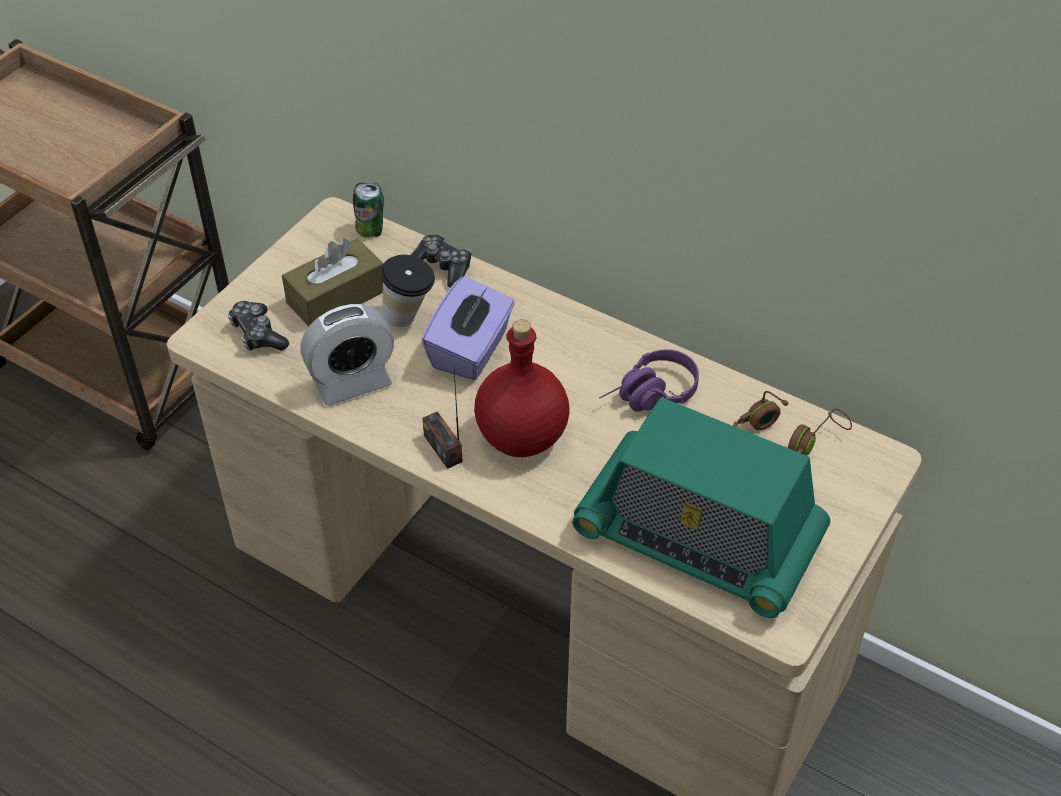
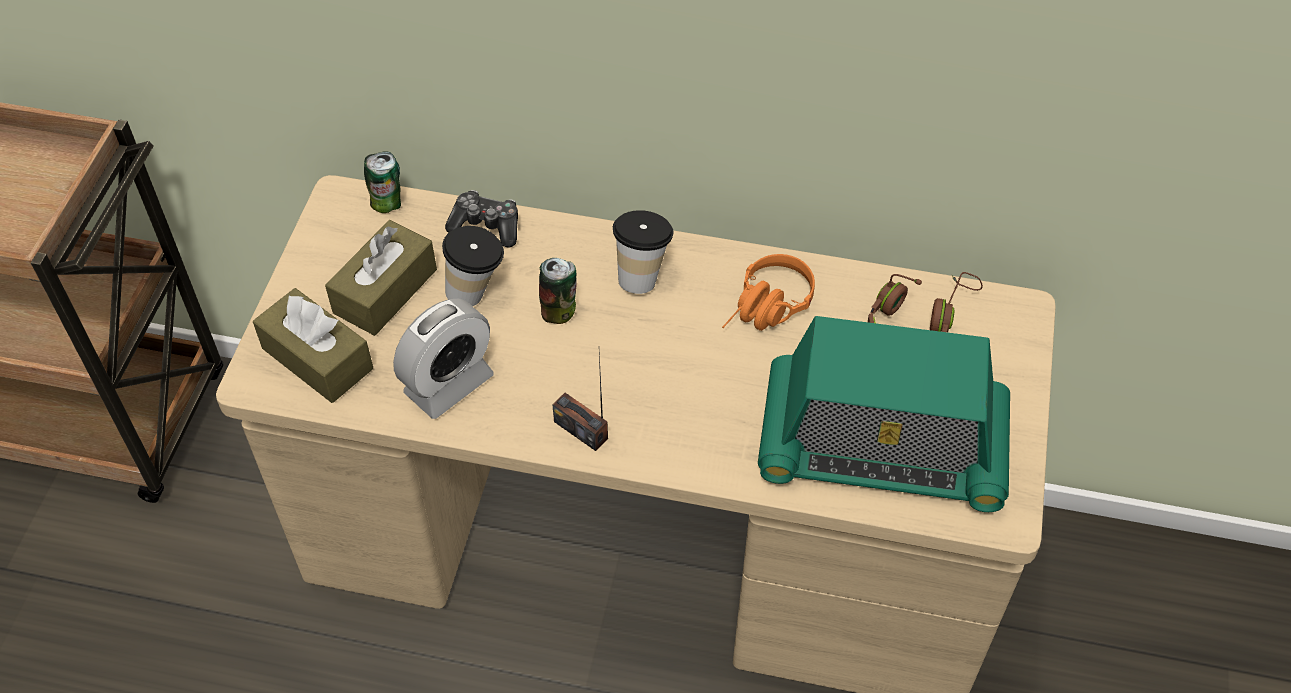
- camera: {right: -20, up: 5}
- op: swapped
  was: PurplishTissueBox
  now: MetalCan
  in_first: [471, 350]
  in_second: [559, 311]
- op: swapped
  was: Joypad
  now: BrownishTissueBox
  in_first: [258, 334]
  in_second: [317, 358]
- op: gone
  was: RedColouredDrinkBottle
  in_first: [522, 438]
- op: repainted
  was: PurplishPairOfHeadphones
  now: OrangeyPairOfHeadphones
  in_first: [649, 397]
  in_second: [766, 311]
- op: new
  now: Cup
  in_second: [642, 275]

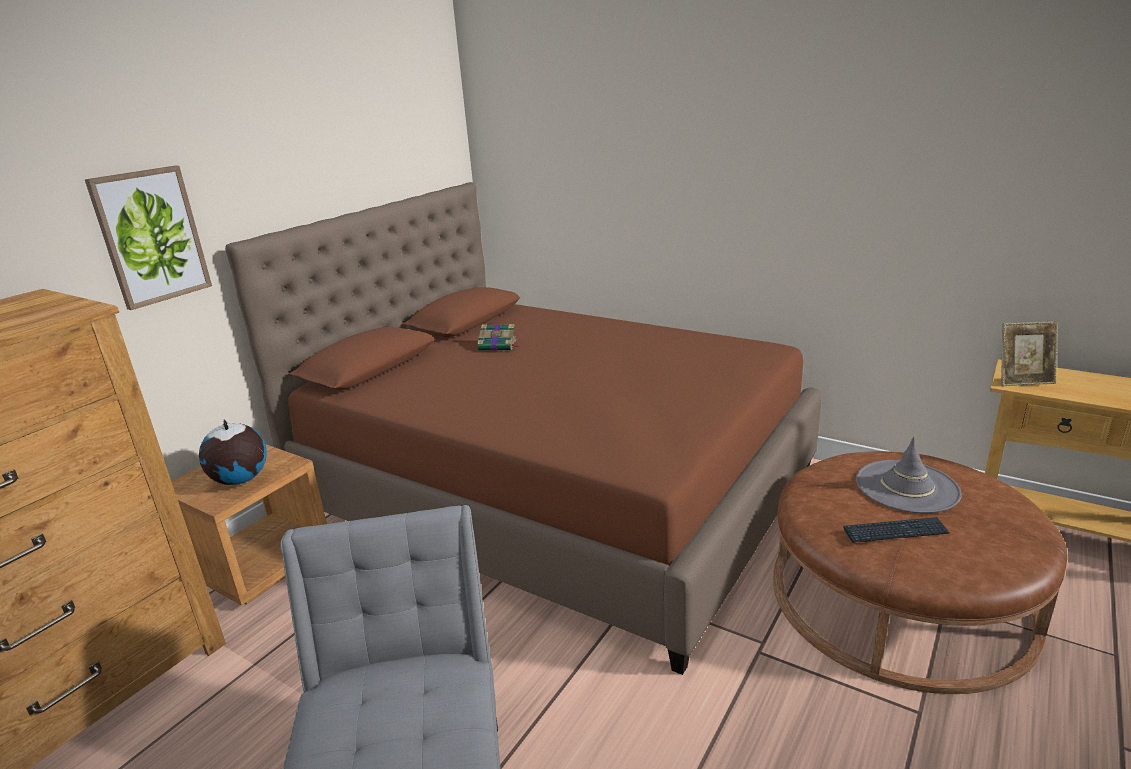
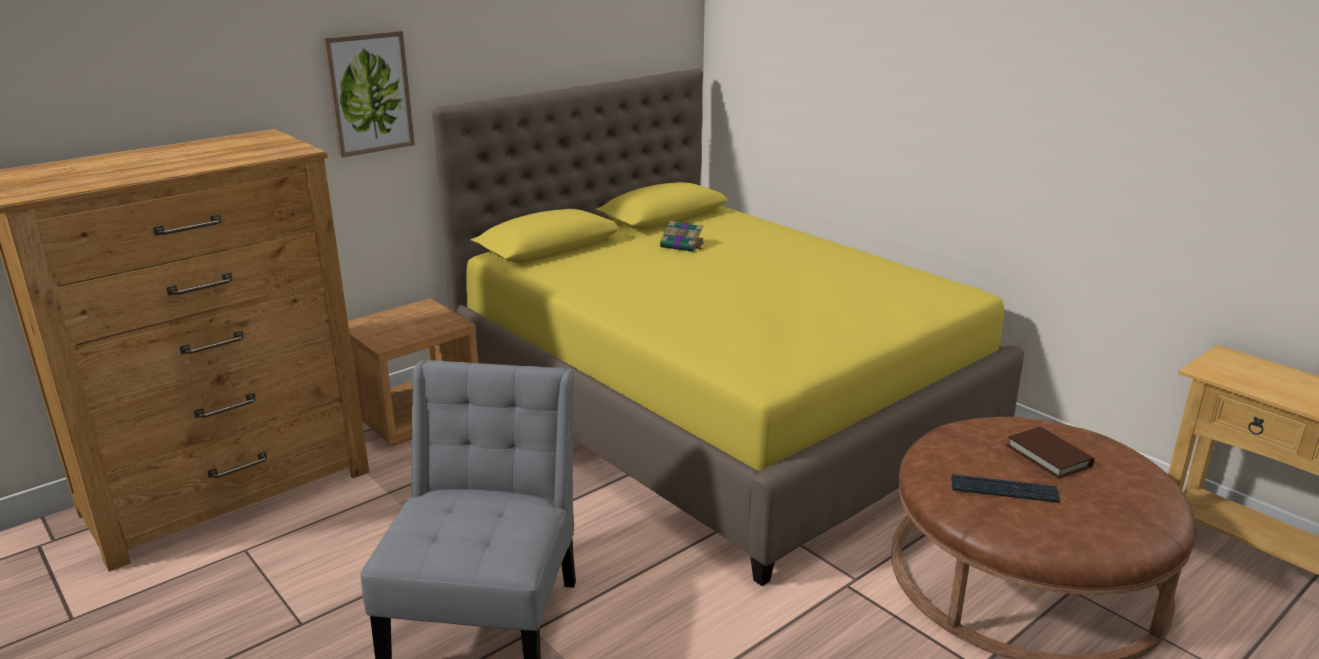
- camera: {right: 15, up: 0}
- op: repainted
  was: BrownishBedroomBed
  now: YellowBedroomBed
  in_first: [556, 490]
  in_second: [717, 407]
- op: gone
  was: PictureFrame
  in_first: [1023, 381]
- op: gone
  was: DeskGlobe
  in_first: [240, 480]
- op: swapped
  was: GreyishClothingHat
  now: BrownishVolume
  in_first: [907, 487]
  in_second: [1048, 456]

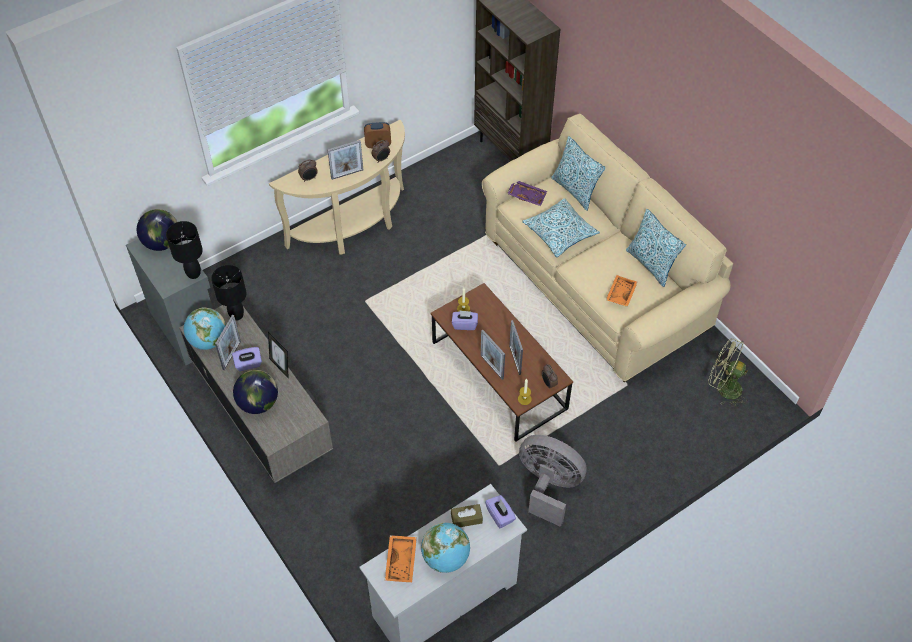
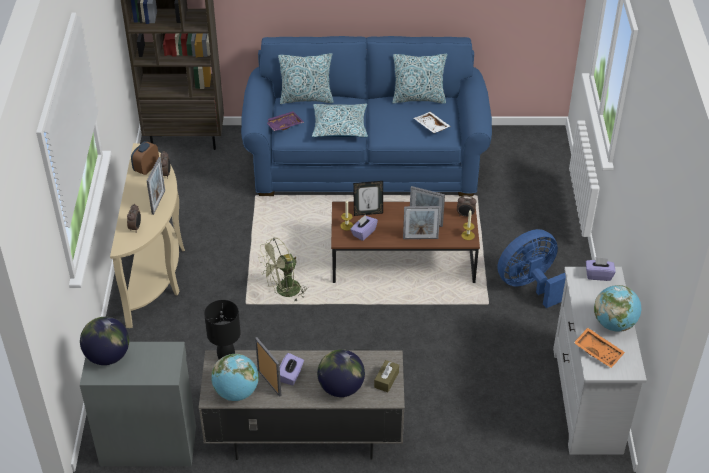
- camera: {right: -55, up: -10}
- op: repainted
  was: BeigeSofa
  now: BluishSofa
  in_first: [595, 282]
  in_second: [366, 162]
- op: gone
  was: BlackishLampForATable
  in_first: [194, 274]
- op: repainted
  was: OrangeyServingTray
  now: WhiteColouredServingTray
  in_first: [620, 294]
  in_second: [431, 126]
- op: shifted
  was: PictureFrame
  in_first: [281, 367]
  in_second: [368, 213]
- op: shifted
  was: GreenFan
  in_first: [723, 388]
  in_second: [283, 291]
- op: repainted
  was: GreyishFan
  now: BluishFan
  in_first: [548, 486]
  in_second: [531, 286]
- op: shifted
  was: BrownishTissueBox
  in_first: [466, 519]
  in_second: [386, 380]

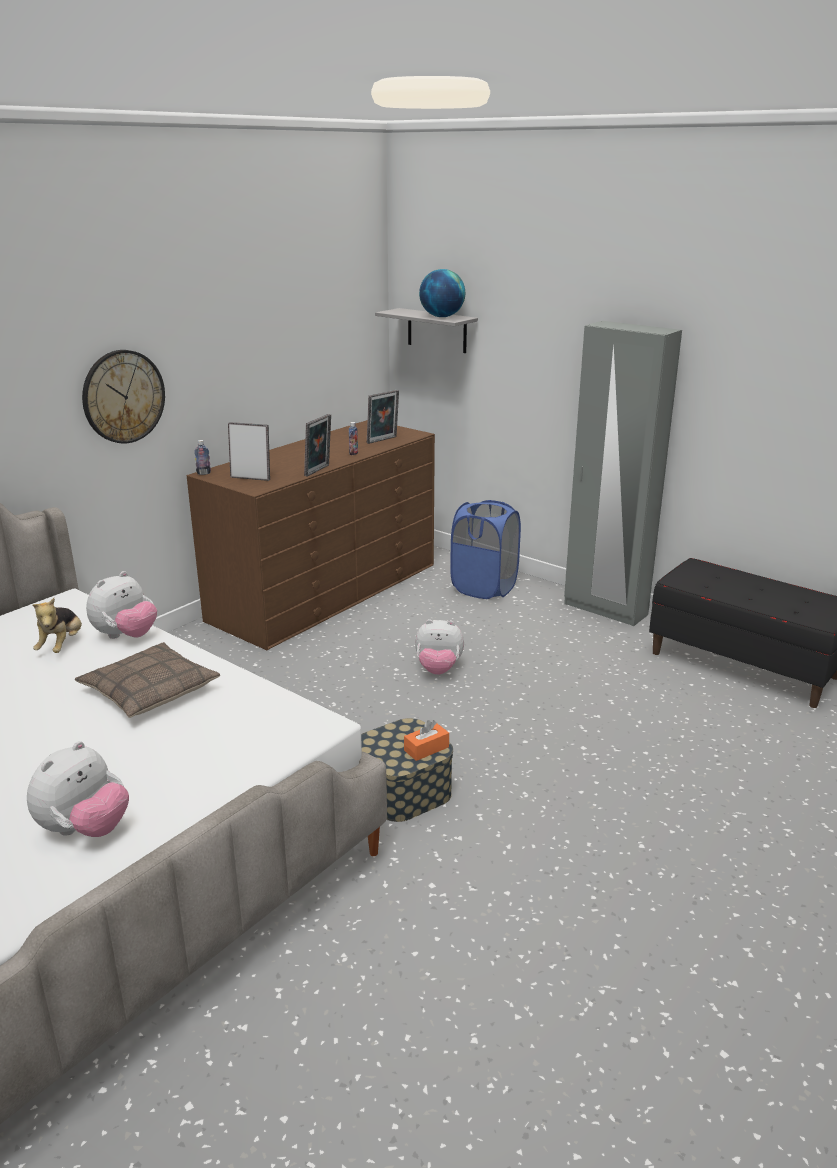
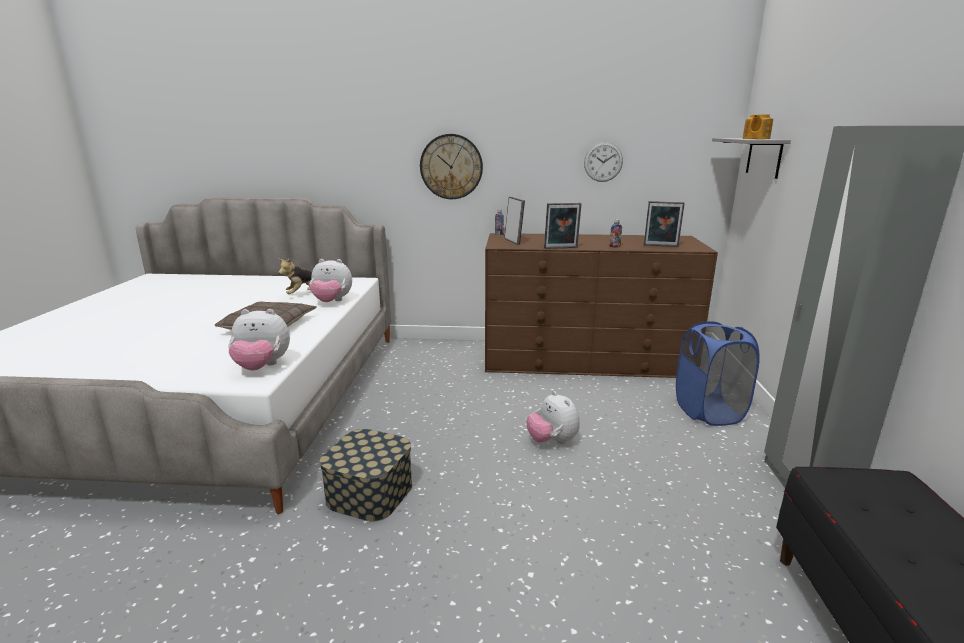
- camera: {right: 55, up: -5}
- op: swapped
  was: DeskGlobe
  now: PotForTea
  in_first: [441, 317]
  in_second: [755, 138]
- op: gone
  was: OrangeyTissueBox
  in_first: [426, 749]
- op: shifted
  was: PlushToy
  in_first: [85, 829]
  in_second: [262, 367]
- op: new
  now: WallClock
  in_second: [603, 162]

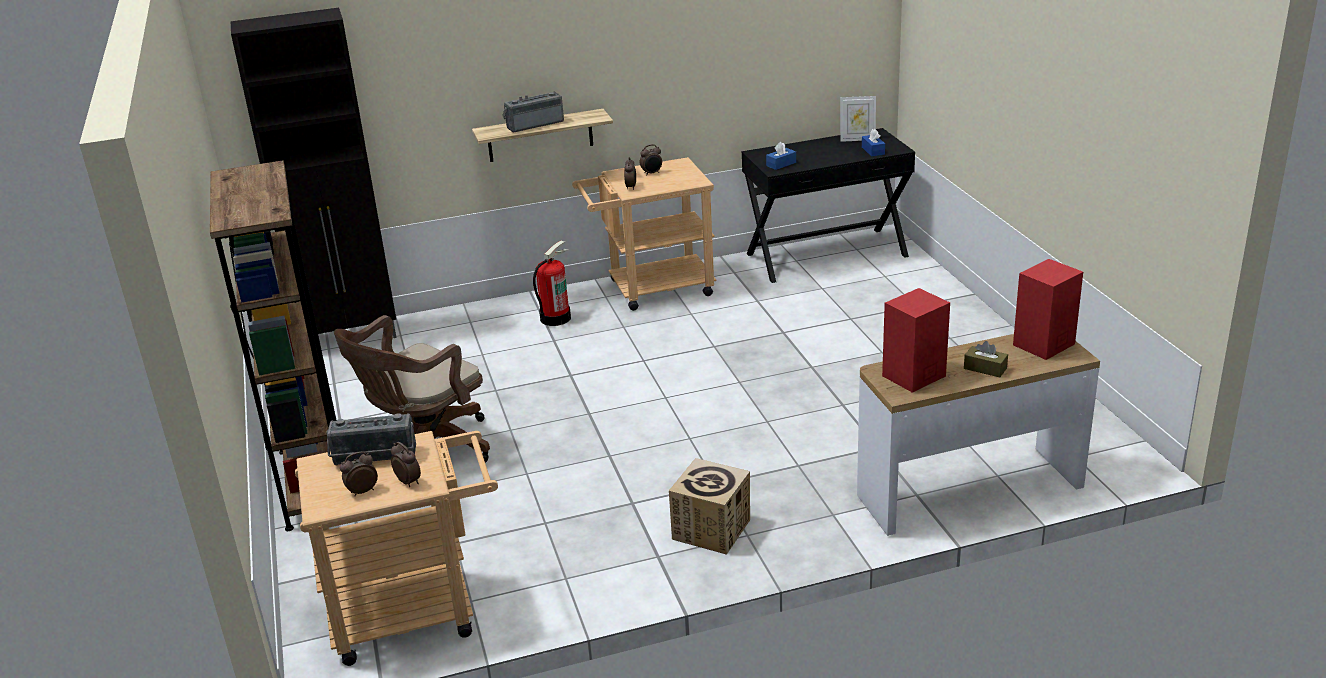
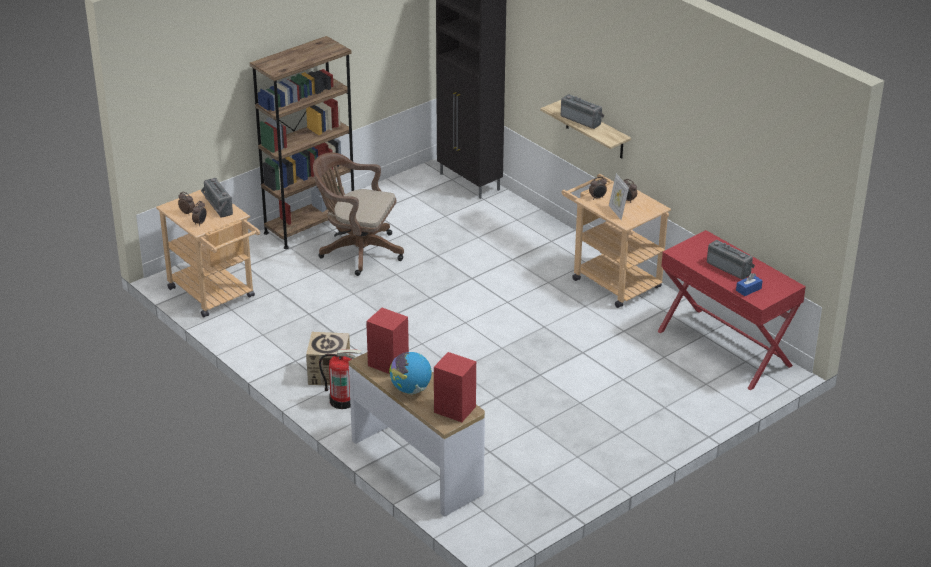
- camera: {right: 65, up: 5}
- op: shifted
  was: PictureFrame
  in_first: [857, 139]
  in_second: [617, 212]
- op: repainted
  was: BlackishHallTable
  now: RedColouredHallTable
  in_first: [826, 254]
  in_second: [724, 348]
- op: gone
  was: BluishTissueBox
  in_first: [781, 164]
- op: shifted
  was: FireFightingCylinder
  in_first: [555, 318]
  in_second: [343, 400]
- op: swapped
  was: BrownishTissueBox
  now: DeskGlobe
  in_first: [985, 368]
  in_second: [410, 389]
- op: new
  now: Radio
  in_second: [730, 268]

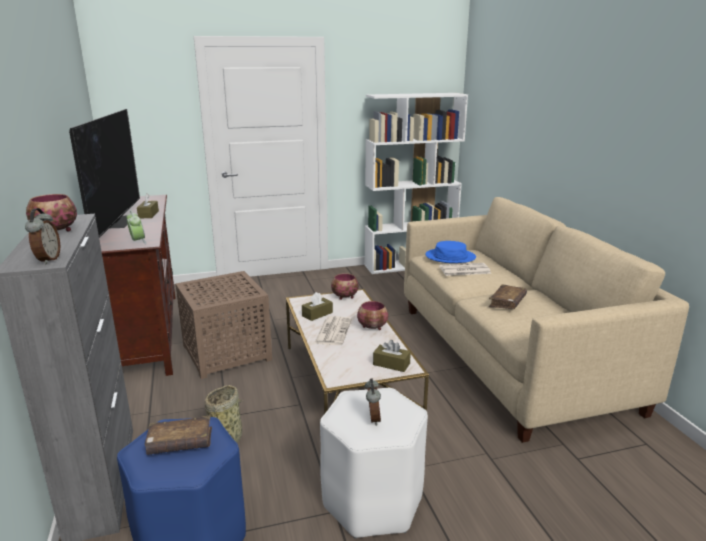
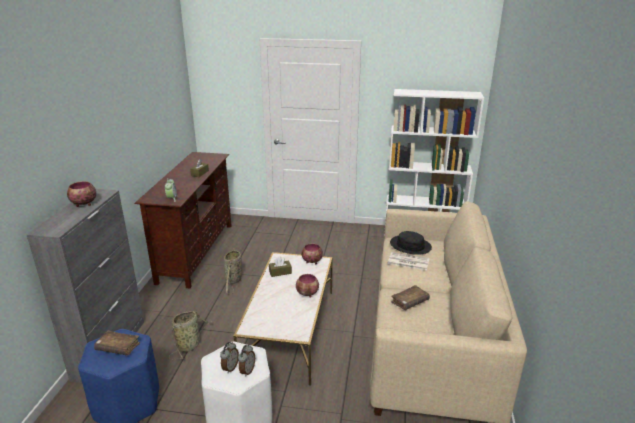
- camera: {right: 25, up: 5}
- op: gone
  was: Tv
  in_first: [118, 221]
- op: shifted
  was: BedsideClock
  in_first: [47, 260]
  in_second: [247, 371]
- op: repainted
  was: BluishClothingHat
  now: BlackishClothingHat
  in_first: [450, 257]
  in_second: [410, 245]
- op: swapped
  was: BrownishAccentTable
  now: StorageBasket
  in_first: [228, 353]
  in_second: [233, 281]
- op: gone
  was: Newspaper
  in_first: [333, 331]
- op: gone
  was: BrownishTissueBox
  in_first: [391, 364]

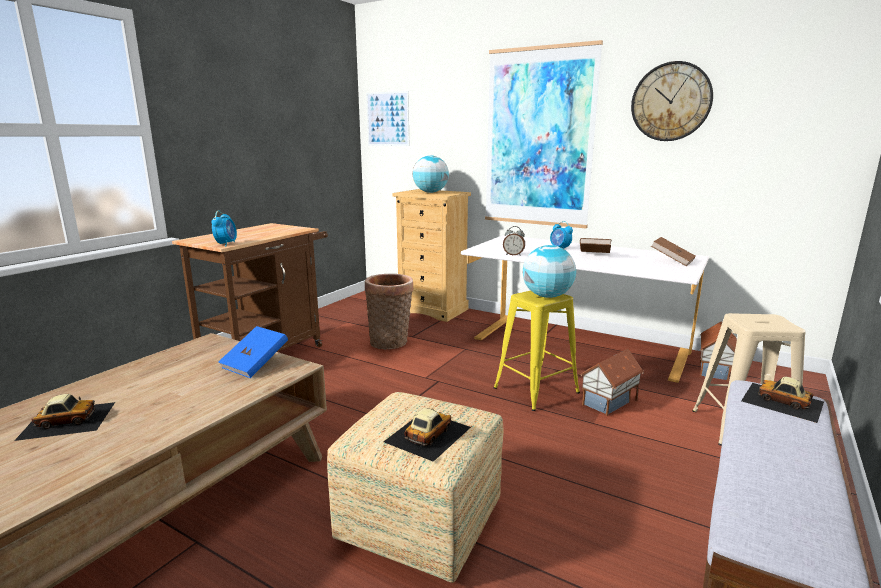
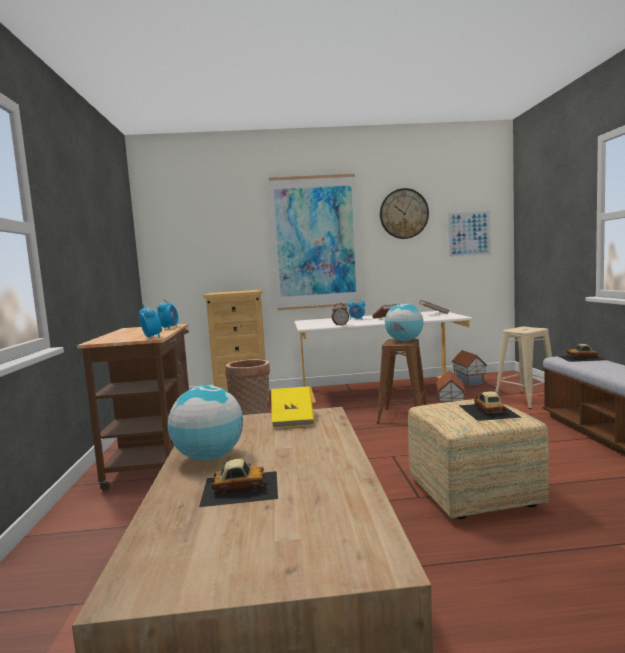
- camera: {right: -35, up: -10}
- op: shifted
  was: WallPicture
  in_first: [387, 119]
  in_second: [469, 234]
- op: shifted
  was: DeskGlobe
  in_first: [430, 192]
  in_second: [209, 457]
- op: repainted
  was: YellowStoolSeat
  now: BrownishStoolSeat
  in_first: [536, 390]
  in_second: [403, 416]
- op: repainted
  was: BluishVolume
  now: YellowVolume
  in_first: [255, 364]
  in_second: [292, 420]
- op: rotated
  was: MiniatureCar
  in_first: [67, 420]
  in_second: [240, 487]
  clockwise: 45
- op: new
  now: BedsideClock
  in_second: [169, 328]

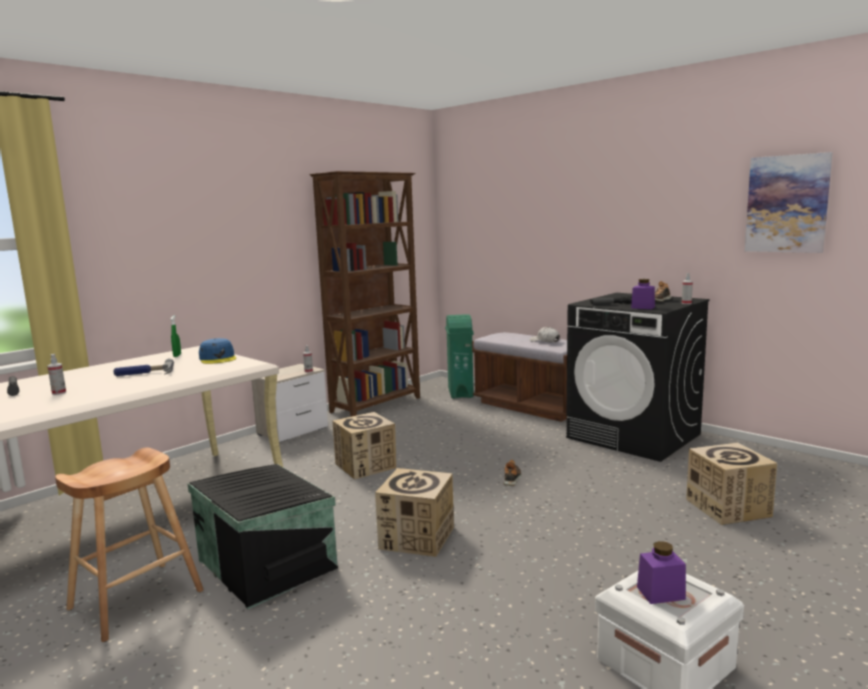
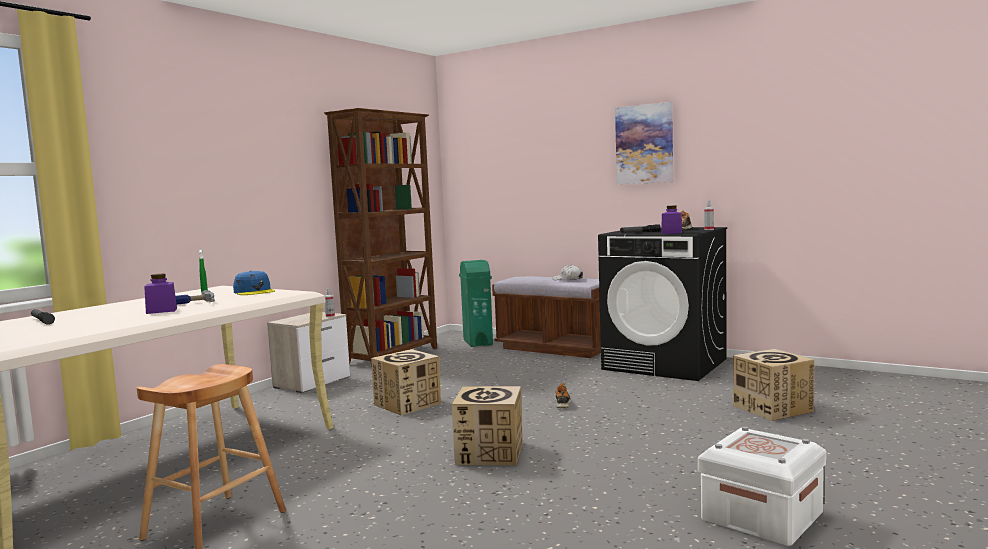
- camera: {right: -10, up: -5}
- op: shifted
  was: WallPicture
  in_first: [787, 204]
  in_second: [644, 144]
- op: gone
  was: Sprayer
  in_first: [59, 393]
- op: gone
  was: BlackishStorageContainer
  in_first: [268, 563]
- op: shifted
  was: PurplishJar
  in_first: [660, 593]
  in_second: [161, 311]

